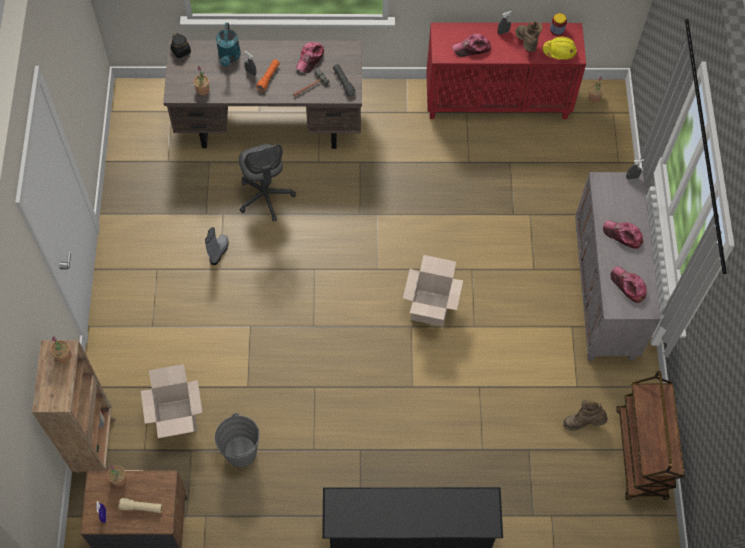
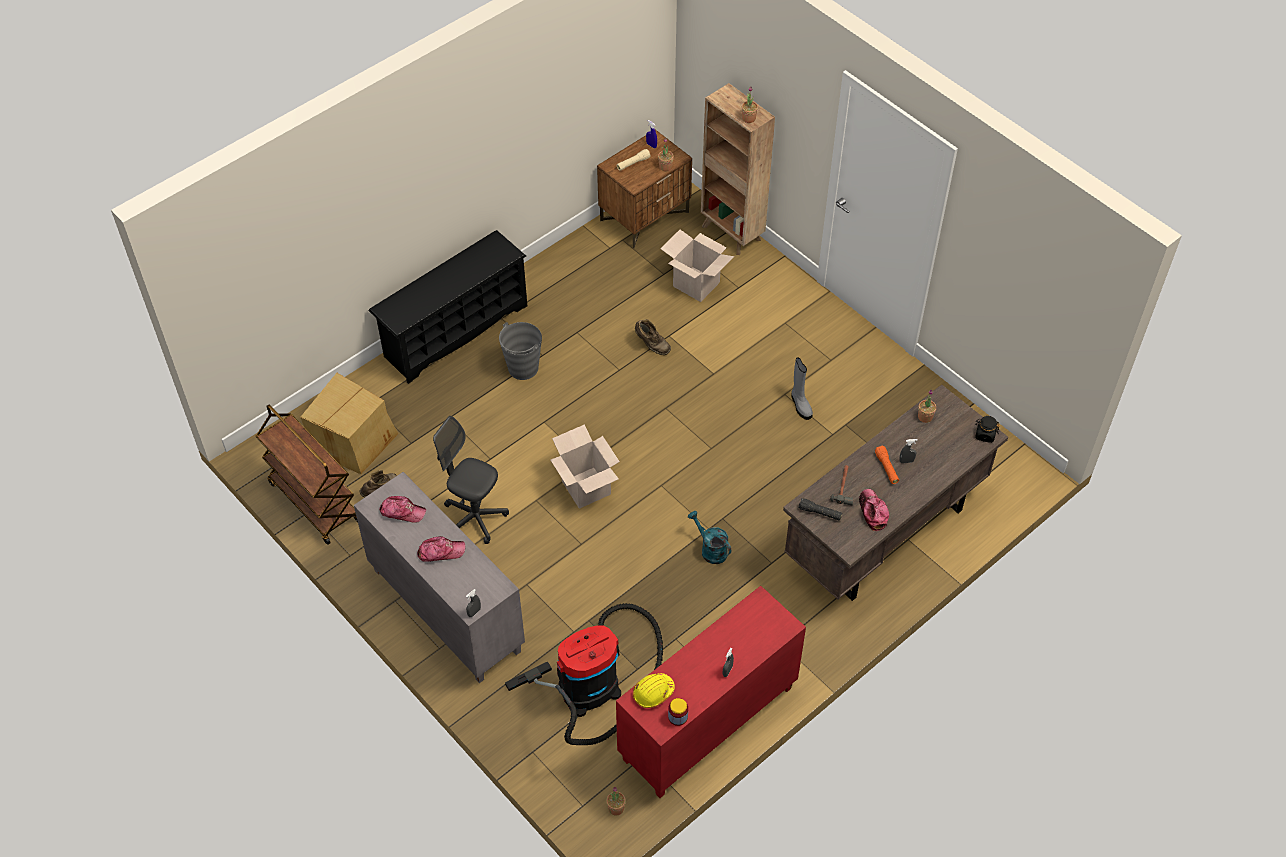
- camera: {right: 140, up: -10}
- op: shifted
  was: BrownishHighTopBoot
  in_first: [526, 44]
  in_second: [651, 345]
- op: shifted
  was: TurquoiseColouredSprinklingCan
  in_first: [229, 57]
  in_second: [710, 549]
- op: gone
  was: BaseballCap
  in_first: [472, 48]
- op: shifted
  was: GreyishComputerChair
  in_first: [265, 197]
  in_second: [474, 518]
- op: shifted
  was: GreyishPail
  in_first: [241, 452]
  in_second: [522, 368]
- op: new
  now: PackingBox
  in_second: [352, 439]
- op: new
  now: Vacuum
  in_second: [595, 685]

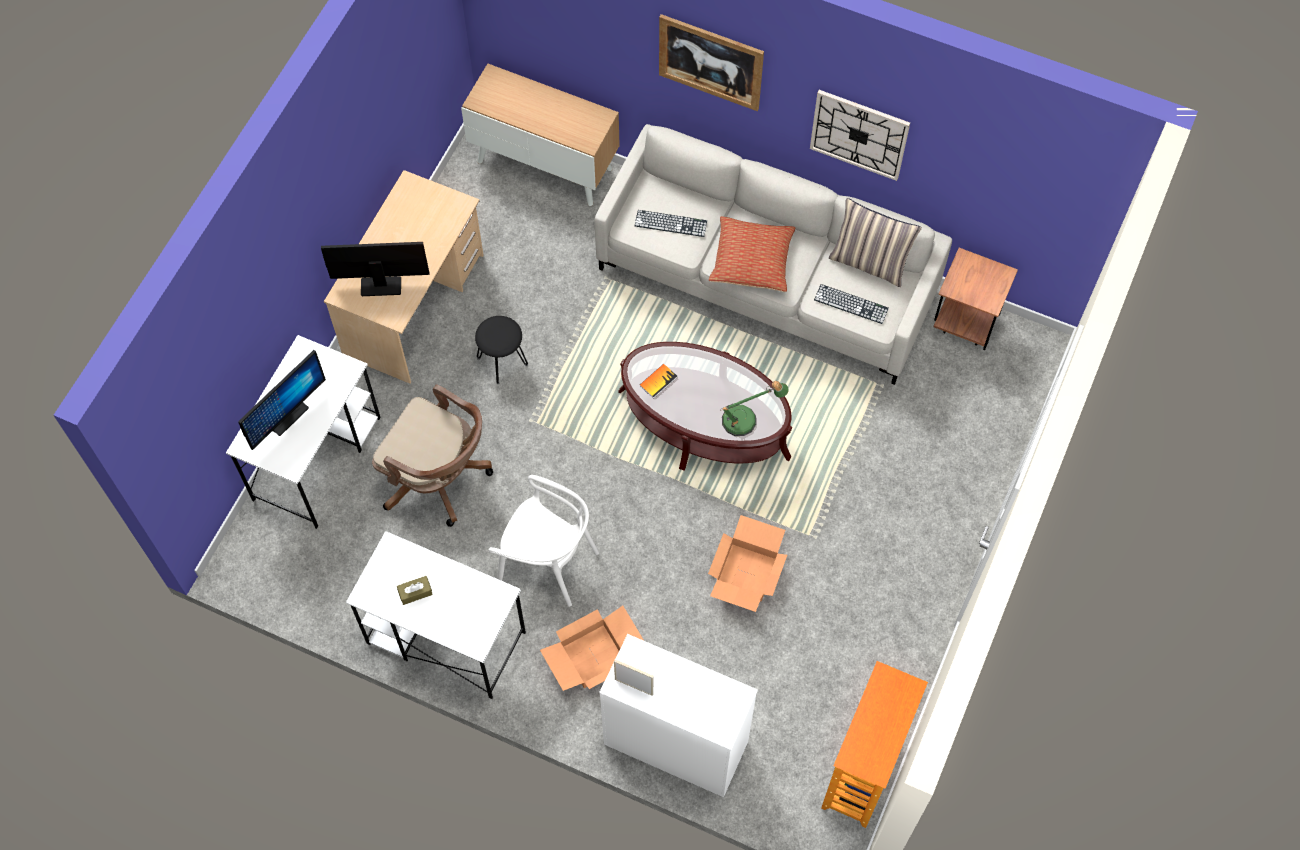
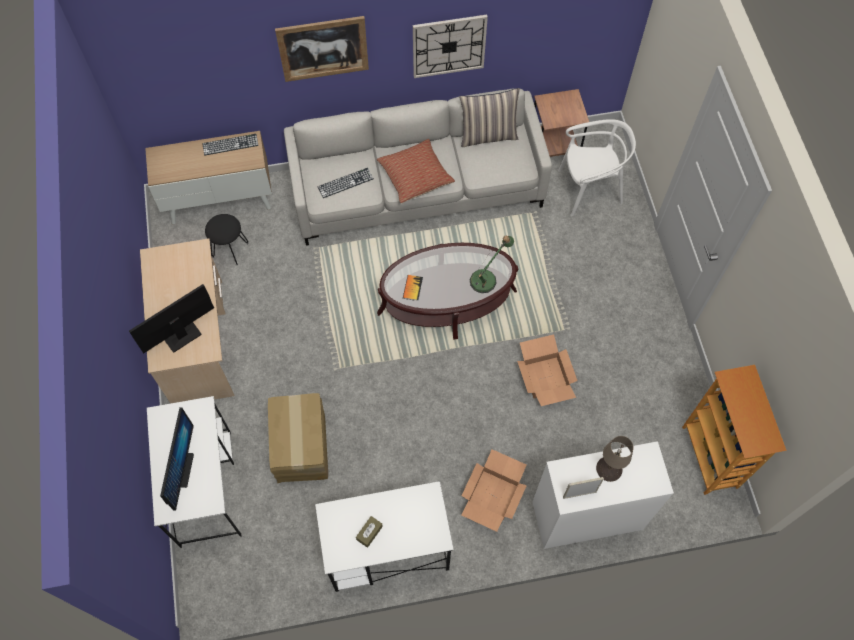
- camera: {right: -35, up: 0}
- op: shifted
  was: Keyboard
  in_first: [851, 304]
  in_second: [230, 144]
- op: shifted
  was: BlackishStoolSeat
  in_first: [502, 362]
  in_second: [230, 250]
- op: swapped
  was: BrownishComputerChair
  now: PackingBox
  in_first: [439, 479]
  in_second: [302, 446]
- op: shifted
  was: WhiteColouredPlainChair
  in_first: [548, 563]
  in_second: [589, 189]
- op: new
  now: BeigeLampForATable
  in_second: [609, 468]

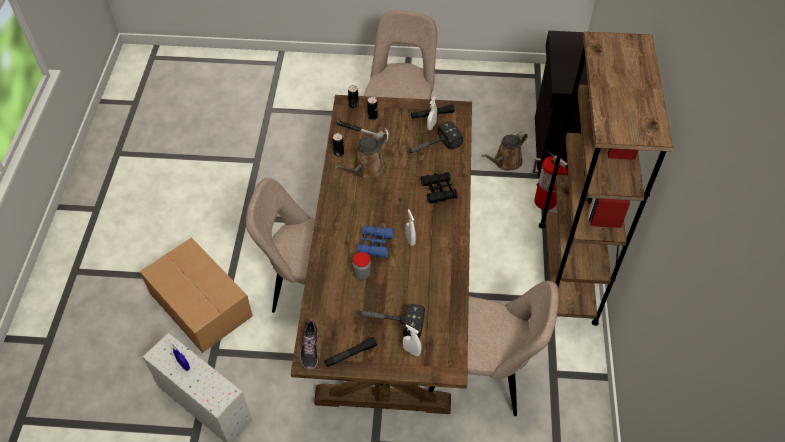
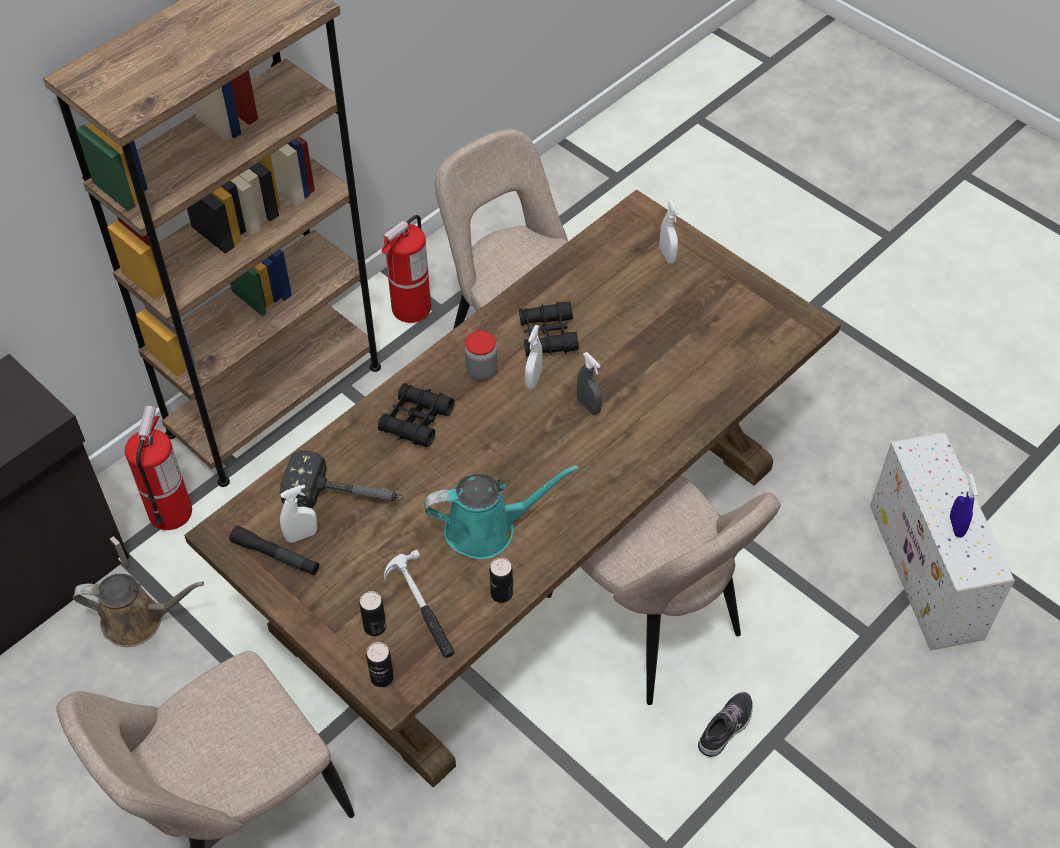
- camera: {right: -140, up: 0}
- op: repainted
  was: BrownishSprinklingCan
  now: TurquoiseColouredSprinklingCan
  in_first: [366, 170]
  in_second: [487, 529]
- op: swapped
  was: BluishPairOfBinoculars
  now: GreyishSprayer
  in_first: [375, 244]
  in_second: [588, 406]
- op: gone
  was: PackingBox
  in_first: [200, 302]
- op: shifted
  was: Jar
  in_first: [362, 273]
  in_second: [481, 371]
- op: gone
  was: HandHammer
  in_first: [389, 322]
- op: shifted
  was: LowShoe
  in_first: [310, 348]
  in_second: [725, 727]
- op: gone
  was: BlackishFlashlight
  in_first: [351, 354]
- op: new
  now: FireFightingCylinder
  in_second: [411, 309]
- op: new
  now: BlackishPairOfBinoculars
  in_second: [547, 335]

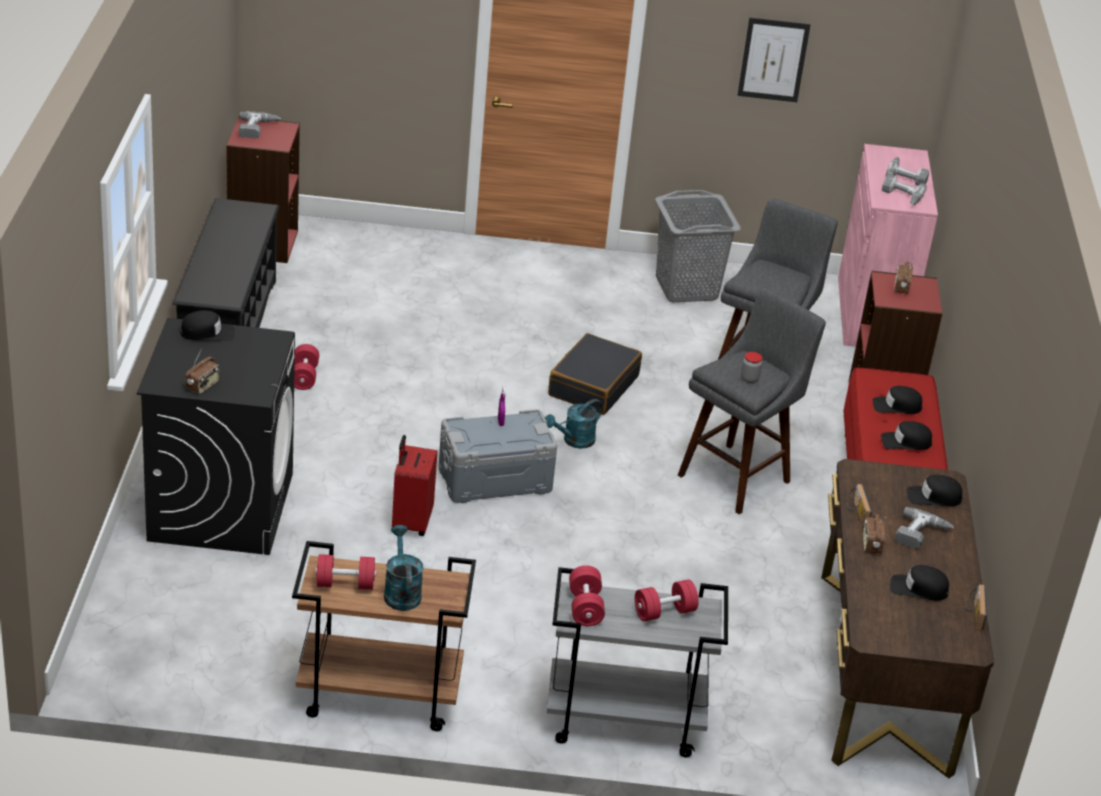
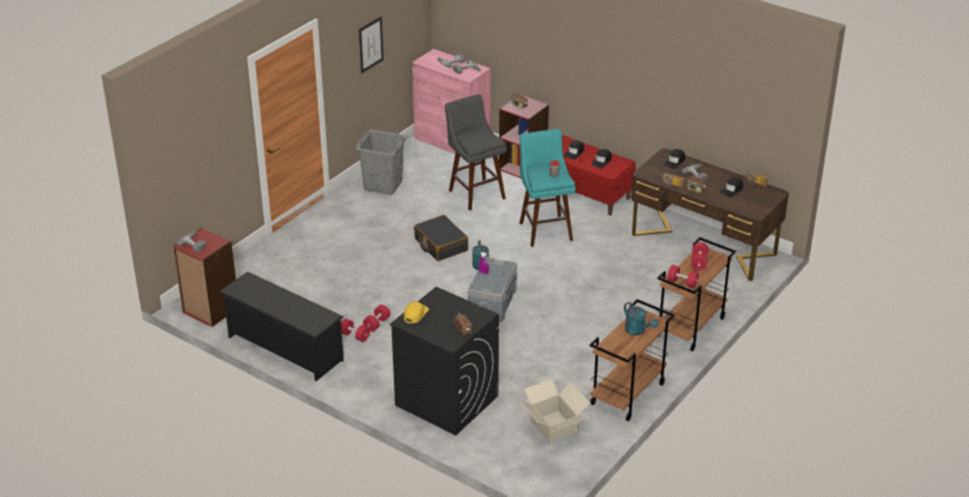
- camera: {right: -55, up: 0}
- op: repainted
  was: GreyishStoolSeat
  now: TurquoiseColouredStoolSeat
  in_first: [738, 476]
  in_second: [545, 229]
- op: repainted
  was: BlackishBaseballCap
  now: YellowBaseballCap
  in_first: [207, 333]
  in_second: [415, 314]
- op: gone
  was: RedColouredPieceOfLuggage
  in_first: [411, 522]
- op: rotated
  was: TurquoiseColouredSprinklingCan
  in_first: [401, 591]
  in_second: [638, 331]
  clockwise: -150
- op: shifted
  was: RedColouredHandWeight
  in_first: [345, 584]
  in_second: [377, 324]
- op: repainted
  was: GreyishCart
  now: BrownishCart
  in_first: [622, 722]
  in_second: [690, 328]
- op: new
  now: PackingBox
  in_second: [553, 427]

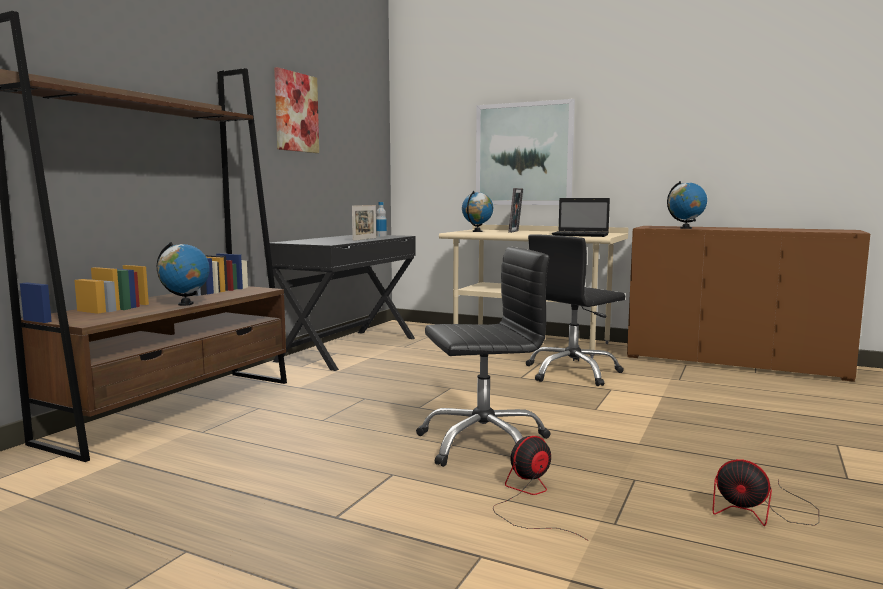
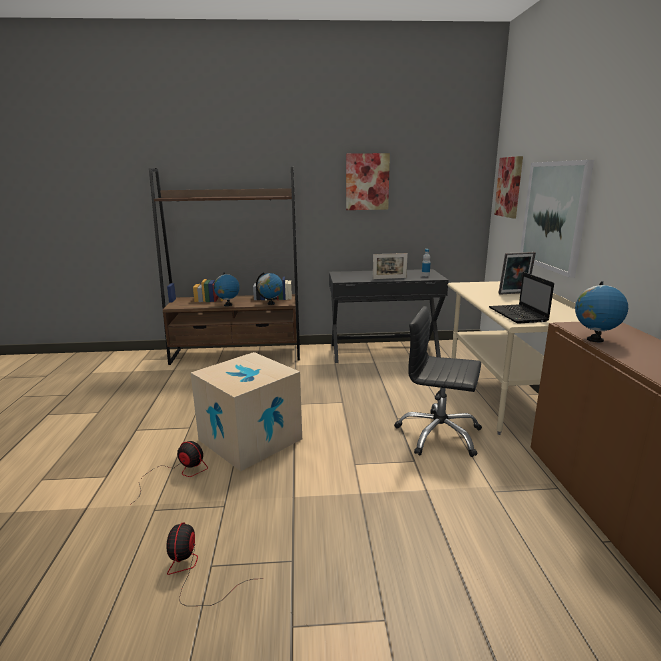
- camera: {right: 60, up: 10}
- op: shifted
  was: DeskGlobe
  in_first: [477, 231]
  in_second: [271, 303]
- op: swapped
  was: BlackishComputerChair
  now: PackingBox
  in_first: [483, 443]
  in_second: [250, 439]
- op: new
  now: WallPicture
  in_second: [509, 187]

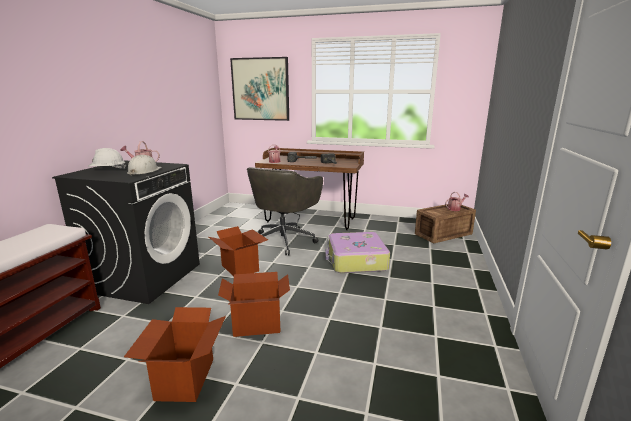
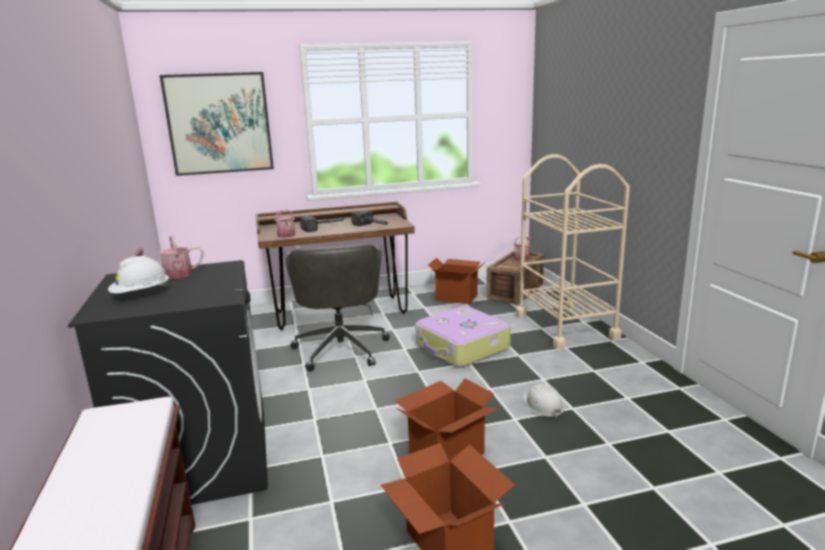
- camera: {right: -30, up: 0}
- op: shifted
  was: WhiteColouredHardHat
  in_first: [144, 171]
  in_second: [542, 405]
- op: shifted
  was: PackingBox
  in_first: [240, 268]
  in_second: [456, 297]
- op: new
  now: BeigeCart
  in_second: [565, 326]

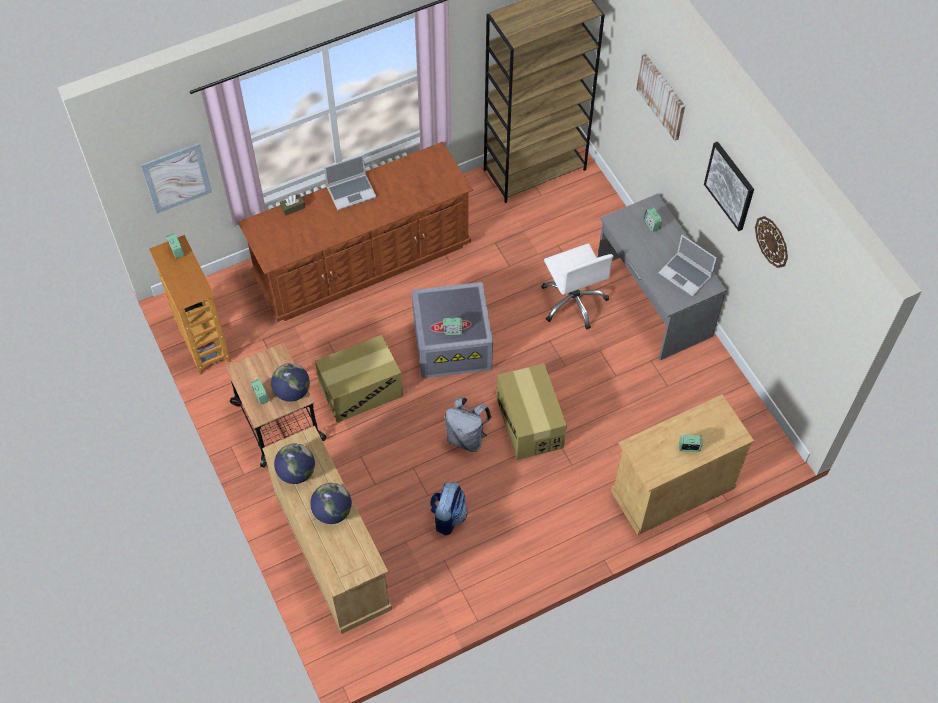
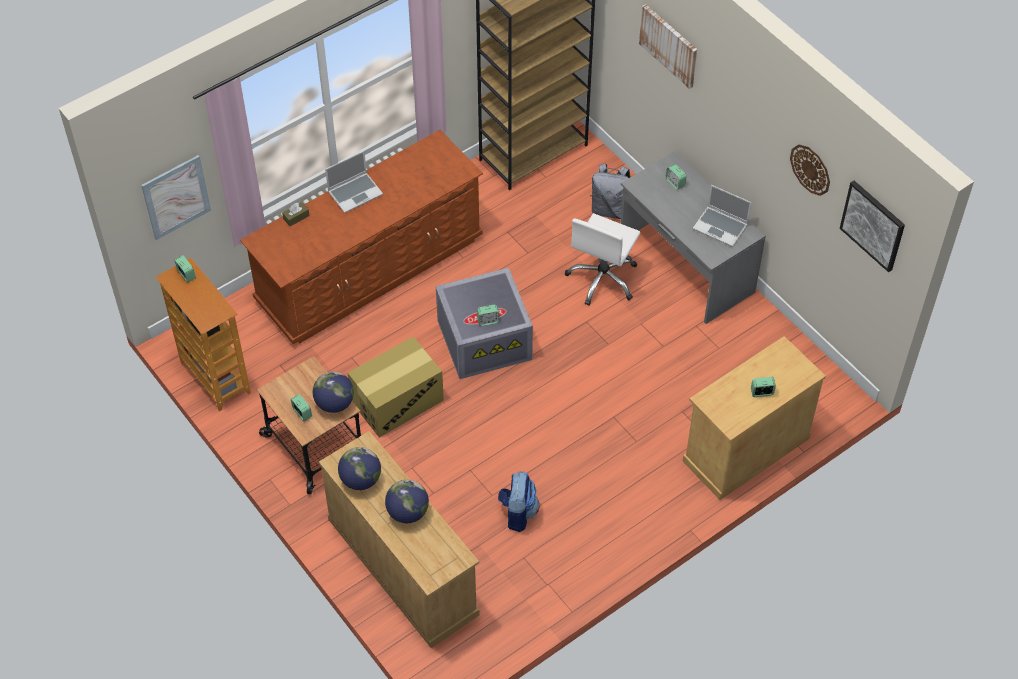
- camera: {right: -10, up: -5}
- op: shifted
  was: WallPicture
  in_first: [730, 185]
  in_second: [873, 225]
- op: rotated
  was: WhiteColouredComputerChair
  in_first: [573, 301]
  in_second: [603, 279]
  clockwise: 60
- op: gone
  was: PackingBox
  in_first: [529, 423]
- op: shifted
  was: GreyishBackpack
  in_first: [466, 437]
  in_second: [609, 209]

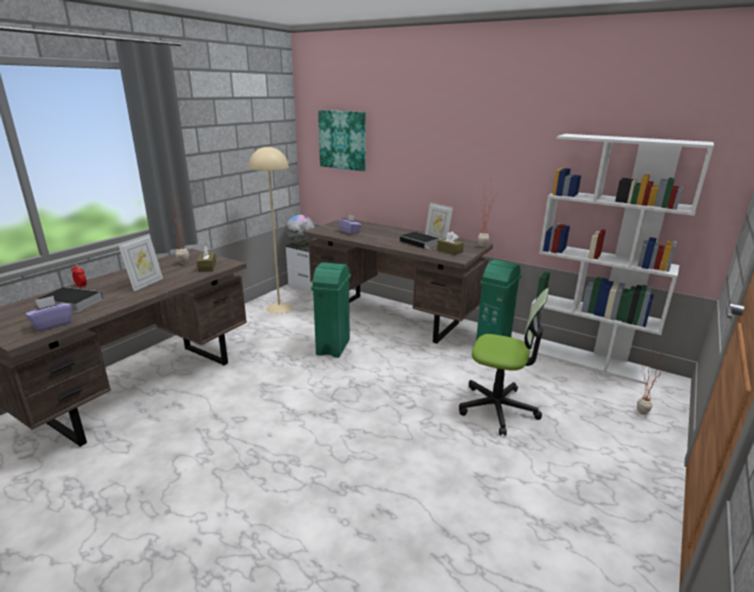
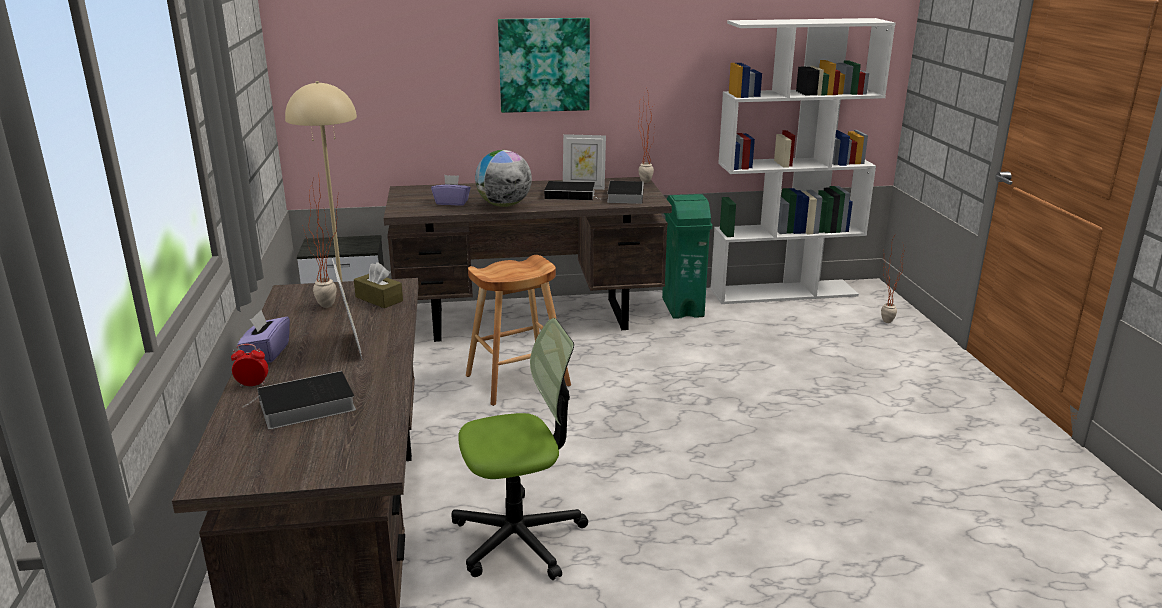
- camera: {right: -40, up: 0}
- op: shifted
  was: WallPicture
  in_first: [343, 140]
  in_second: [544, 65]
- op: shifted
  was: DeskGlobe
  in_first: [300, 243]
  in_second: [504, 205]
- op: swapped
  was: BrownishTissueBox
  now: Volume
  in_first: [449, 251]
  in_second: [625, 195]
- op: swapped
  was: GreenWasteBin
  now: BrownishStoolSeat
  in_first: [332, 347]
  in_second: [518, 380]
- op: shifted
  was: ComputerChair
  in_first: [498, 408]
  in_second: [519, 538]
- op: shifted
  was: PurplishTissueBox
  in_first: [52, 324]
  in_second: [267, 353]

